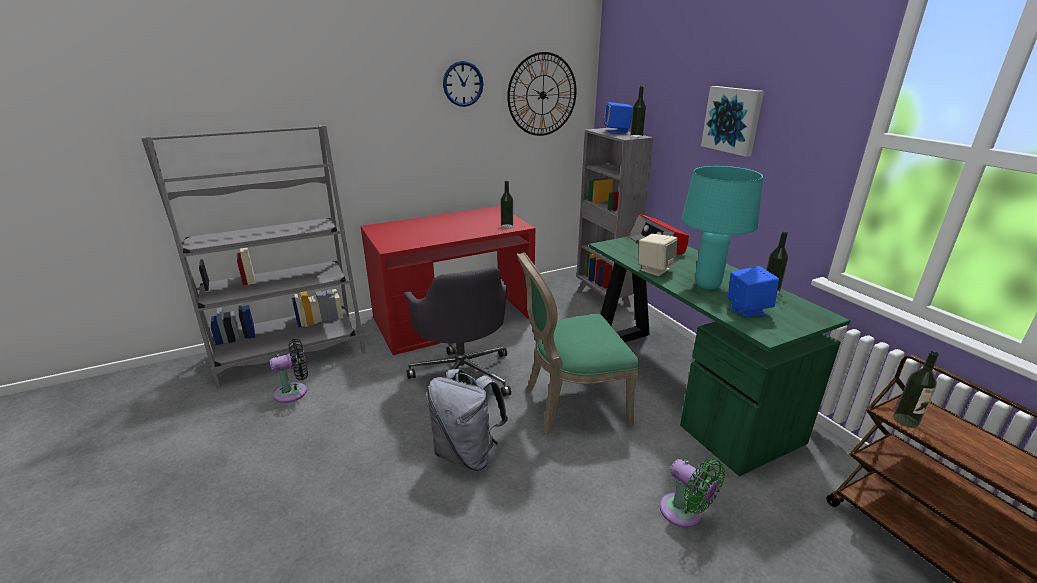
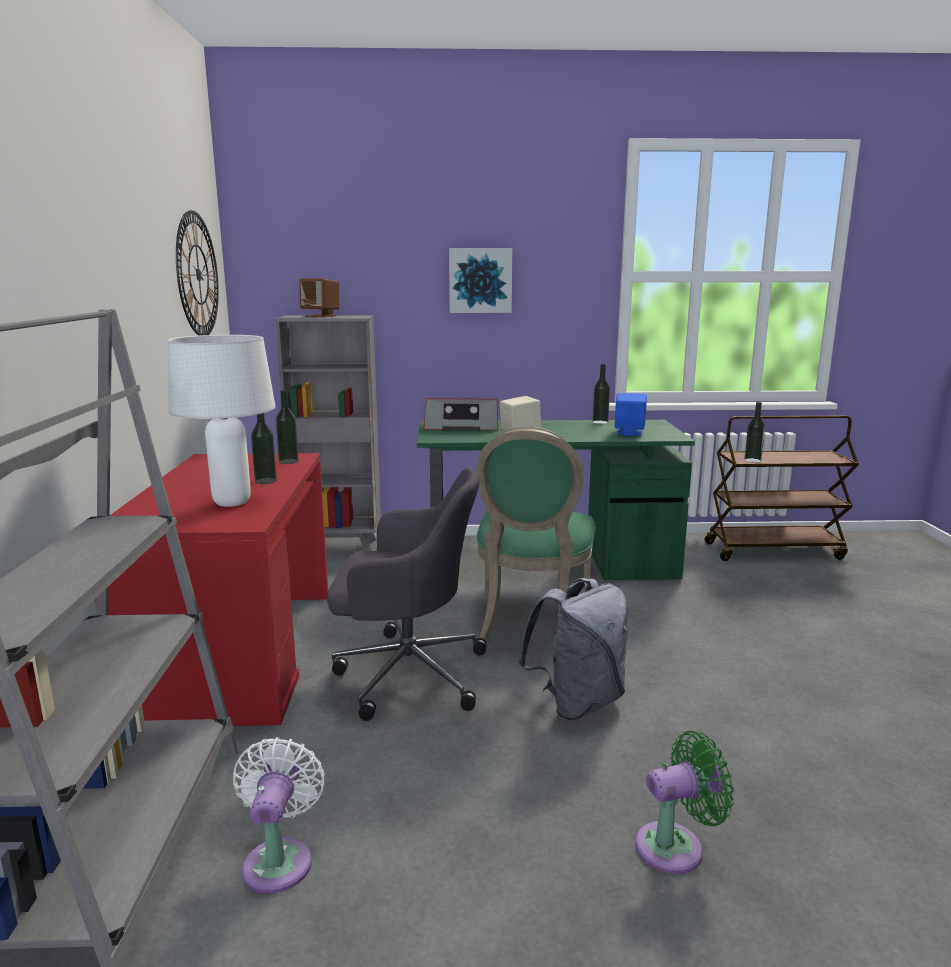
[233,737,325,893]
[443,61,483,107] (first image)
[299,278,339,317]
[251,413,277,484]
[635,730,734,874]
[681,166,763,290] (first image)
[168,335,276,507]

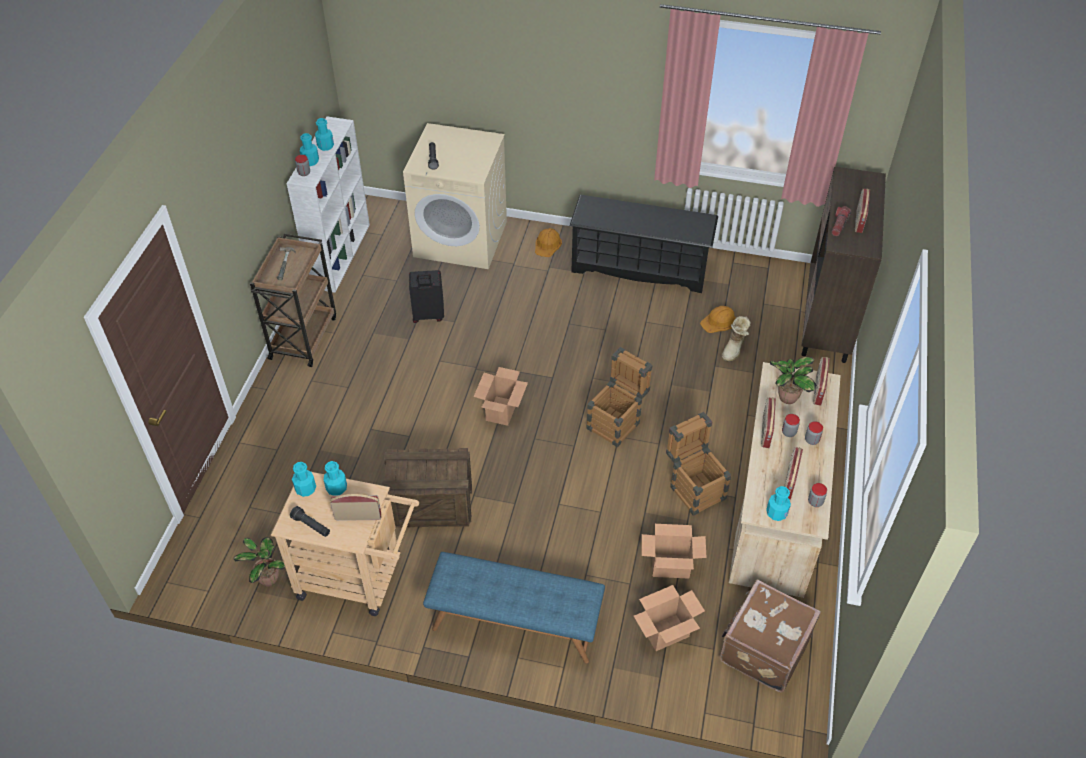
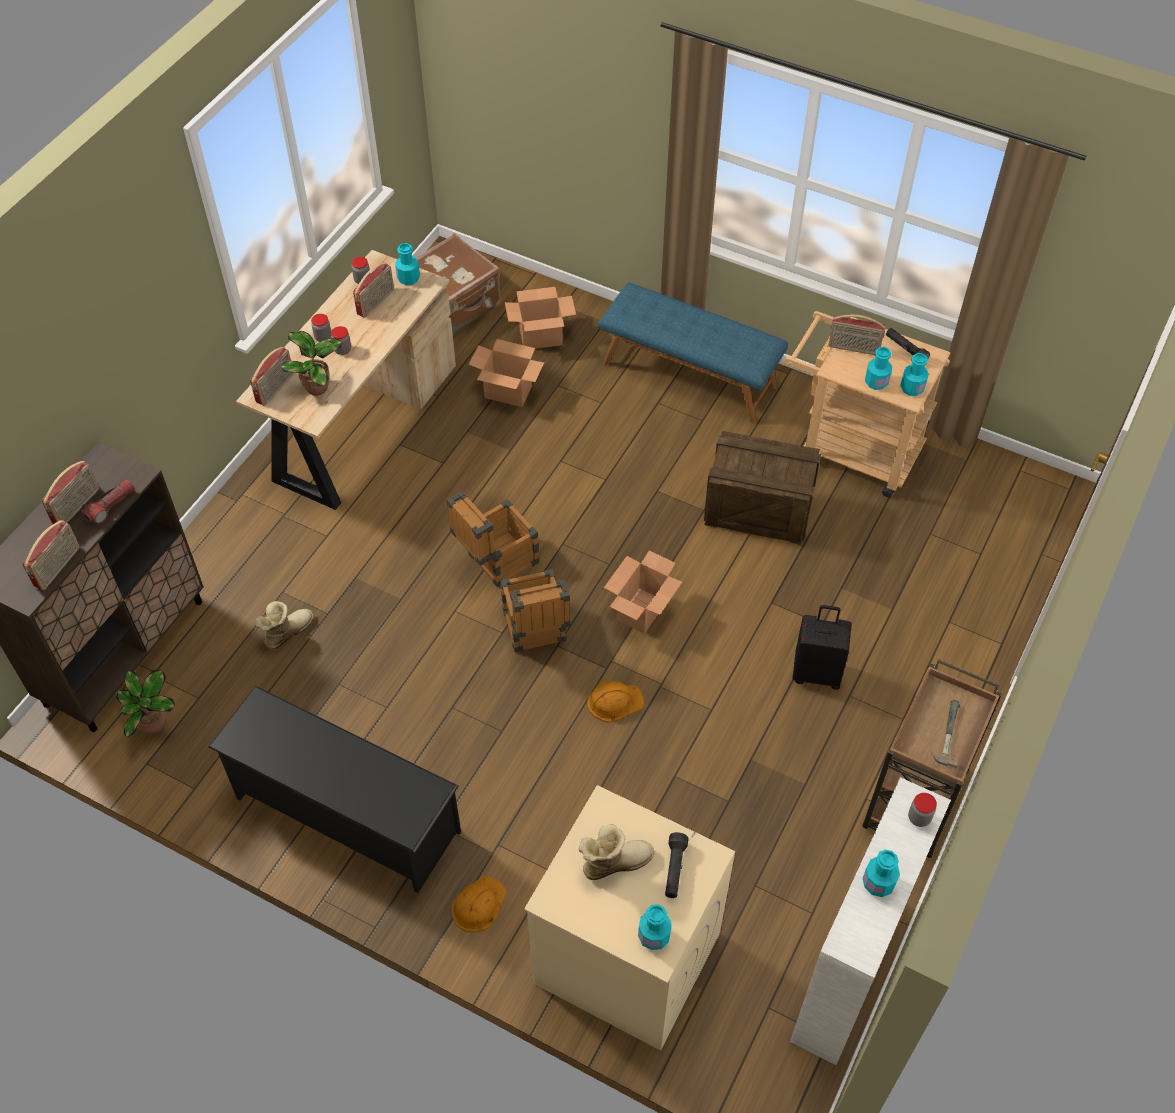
[116,670,175,737]
[638,904,672,950]
[792,605,851,690]
[500,569,570,653]
[587,681,644,723]
[23,520,80,590]
[579,825,654,880]

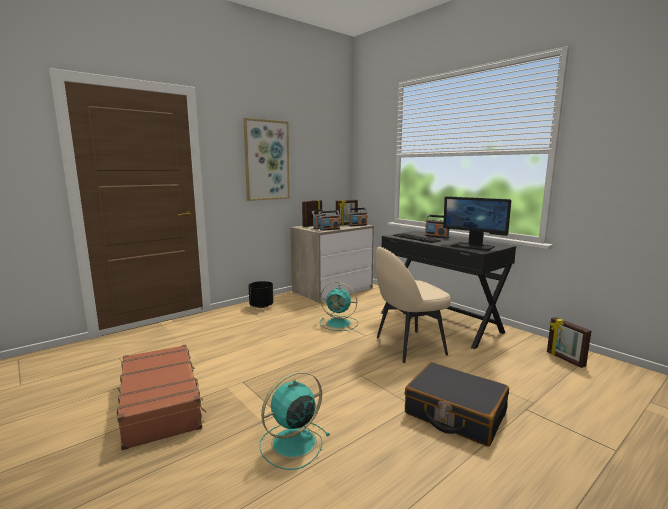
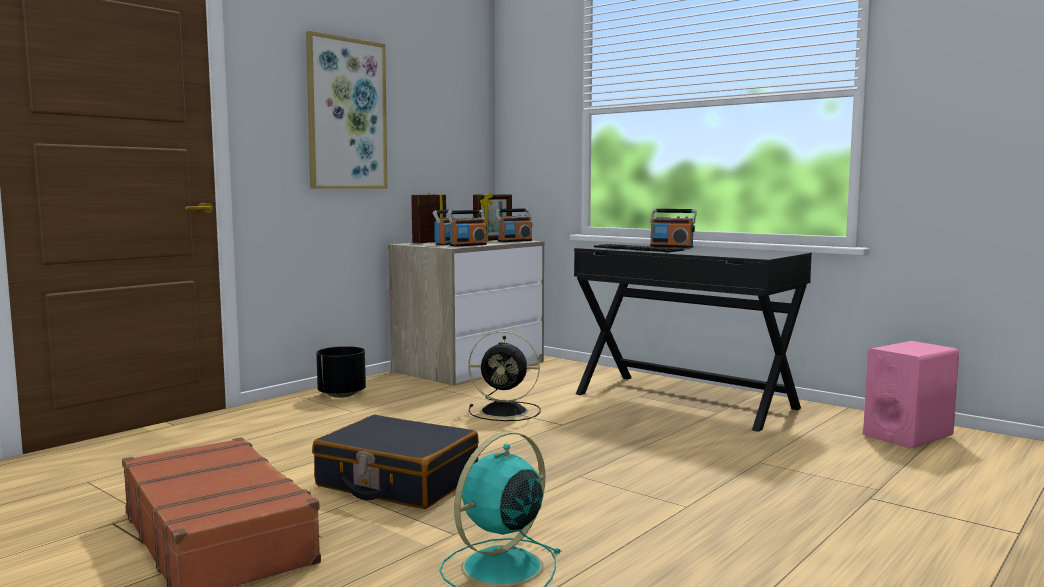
[468,331,541,421]
[375,247,451,363] (first image)
[312,415,479,509]
[443,196,511,251] (first image)
[863,341,959,449]

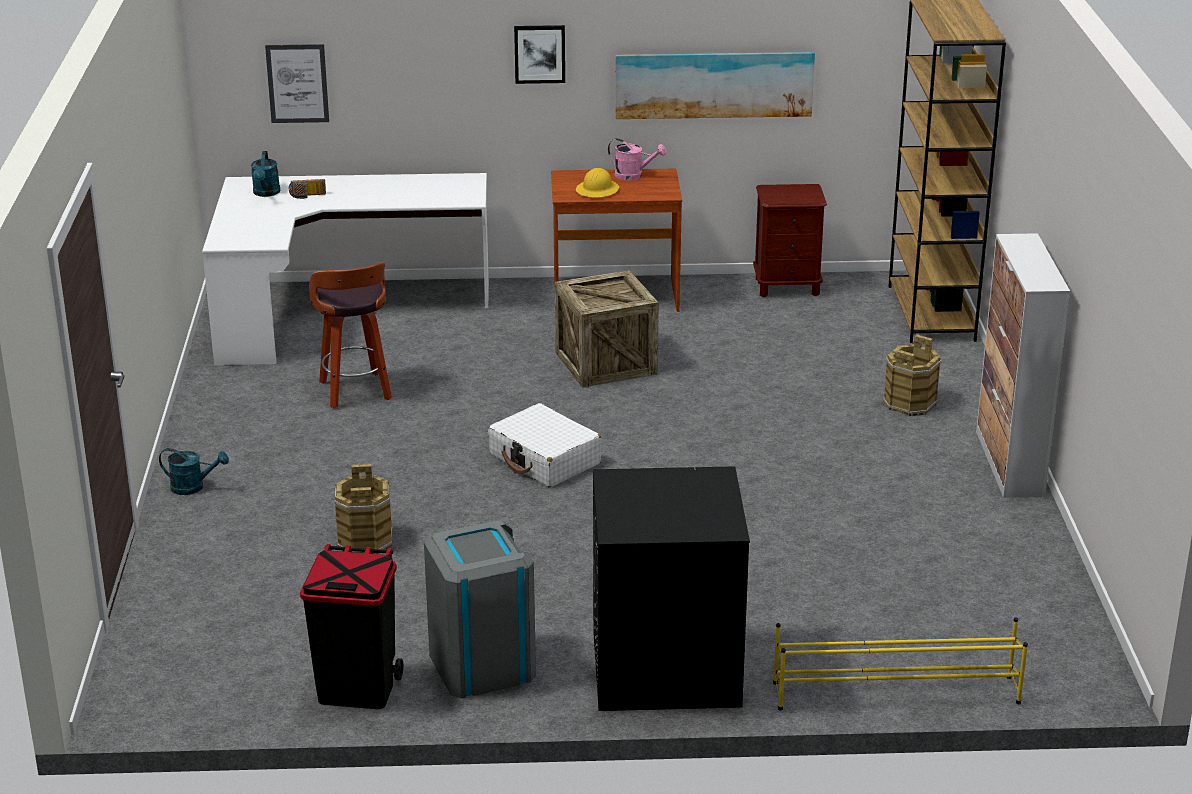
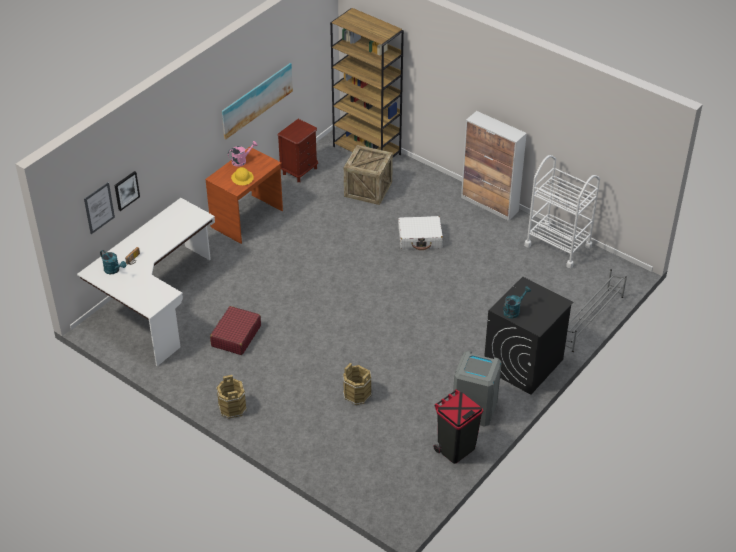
[503,286,531,318]
[210,306,261,355]
[398,216,443,250]
[115,171,140,211]
[344,145,393,205]
[565,269,627,352]
[216,375,247,419]
[524,155,600,268]

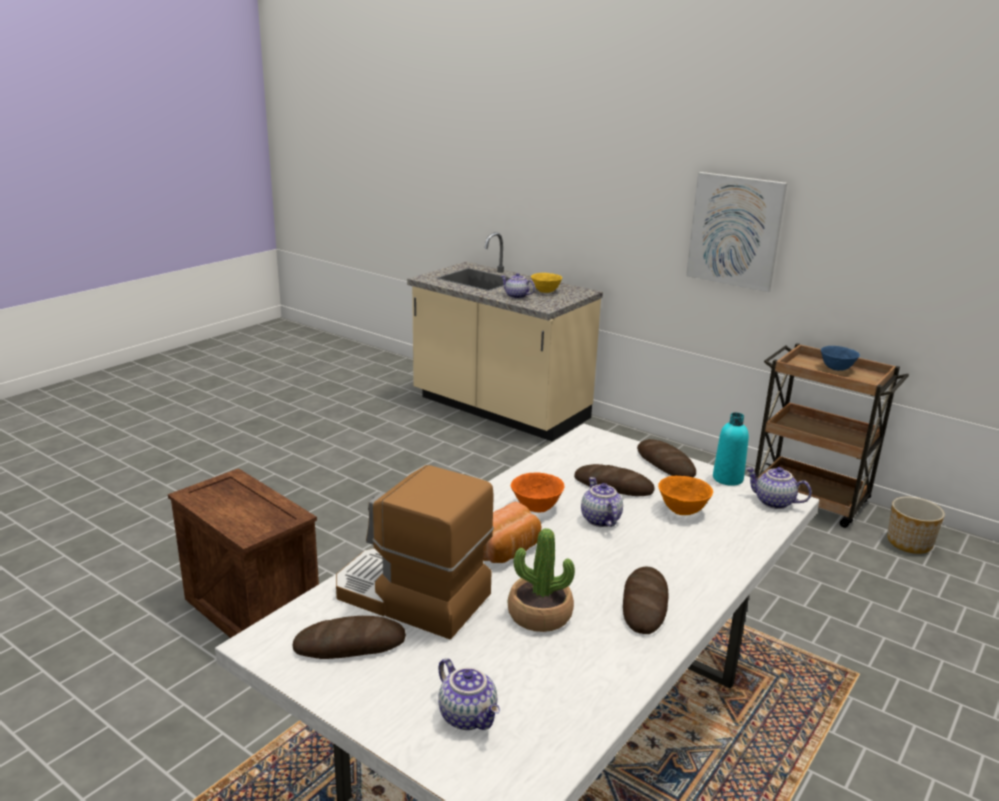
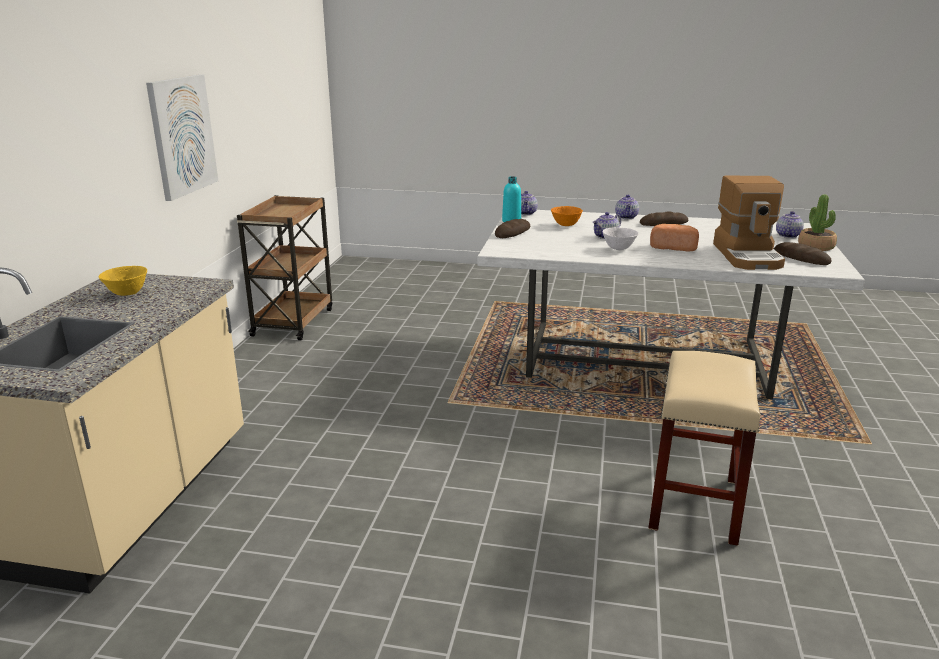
[648,351,760,546]
[615,195,639,219]
[798,194,837,251]
[602,227,639,250]
[574,464,655,496] (first image)
[821,346,860,371] (first image)
[887,497,945,554] (first image)

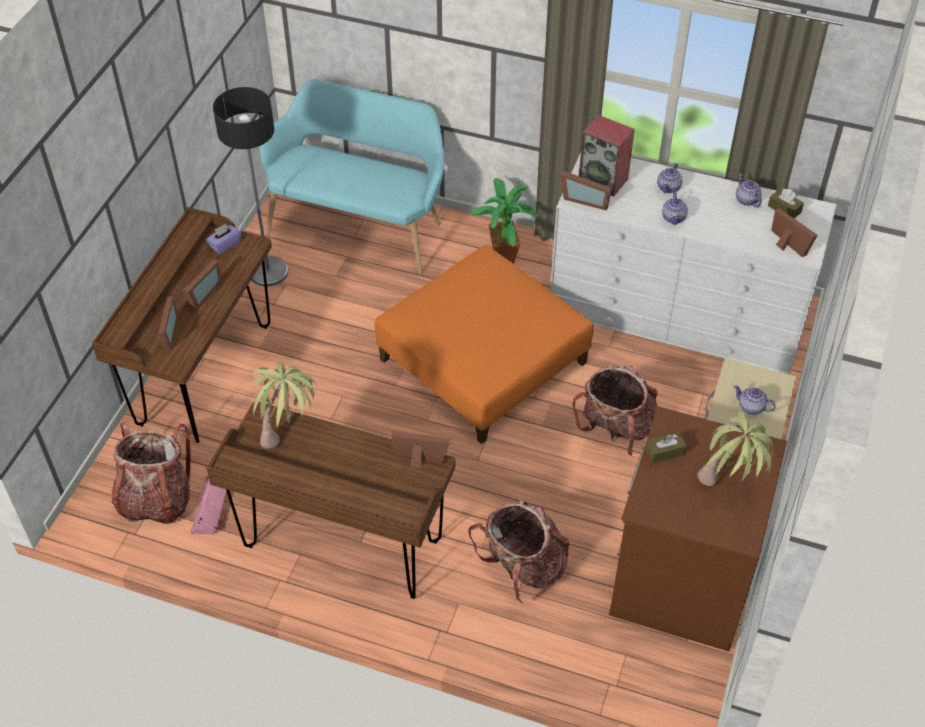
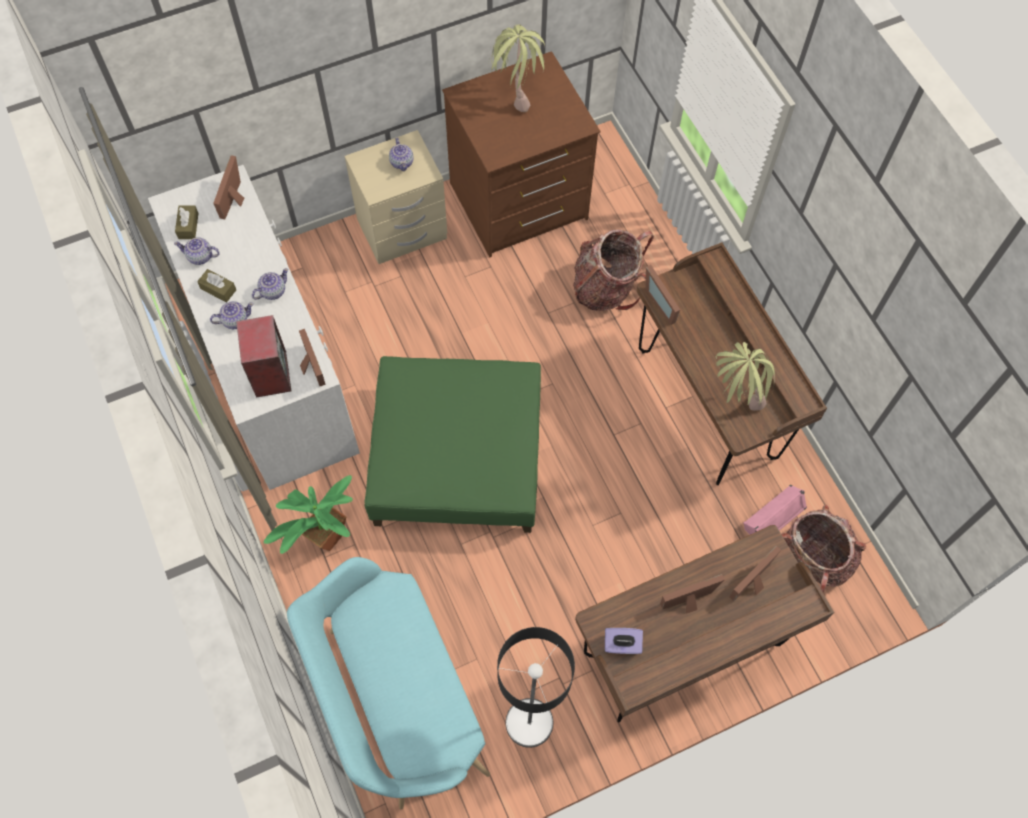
[364,356,541,533]
[572,364,658,456] (first image)
[197,269,236,302]
[174,238,220,265]

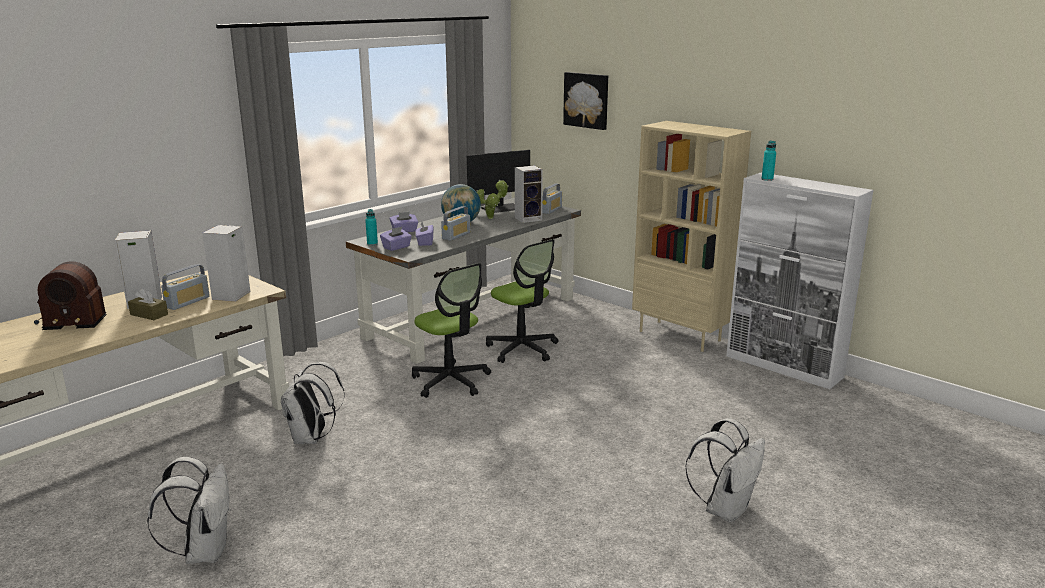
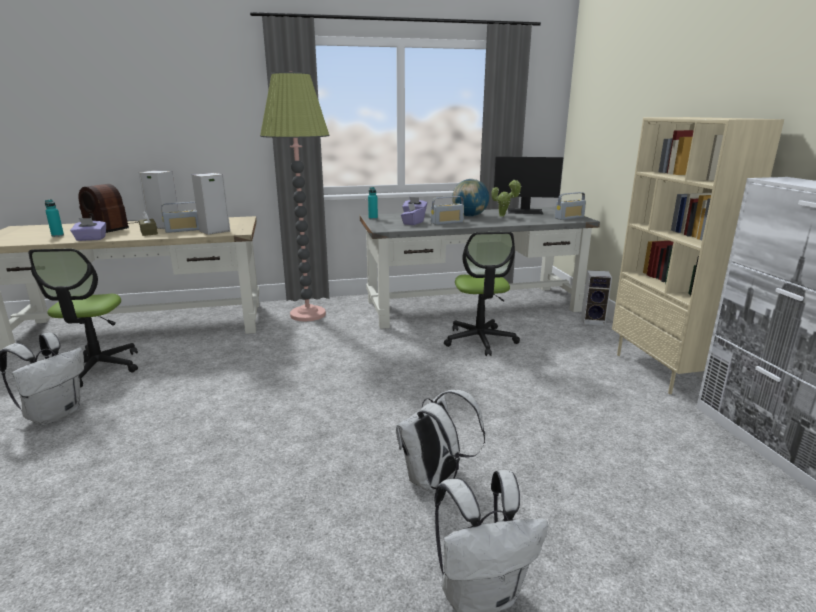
[396,390,485,492]
[70,218,106,241]
[28,249,138,388]
[581,270,612,326]
[563,72,608,130] (first image)
[45,199,64,237]
[260,72,329,322]

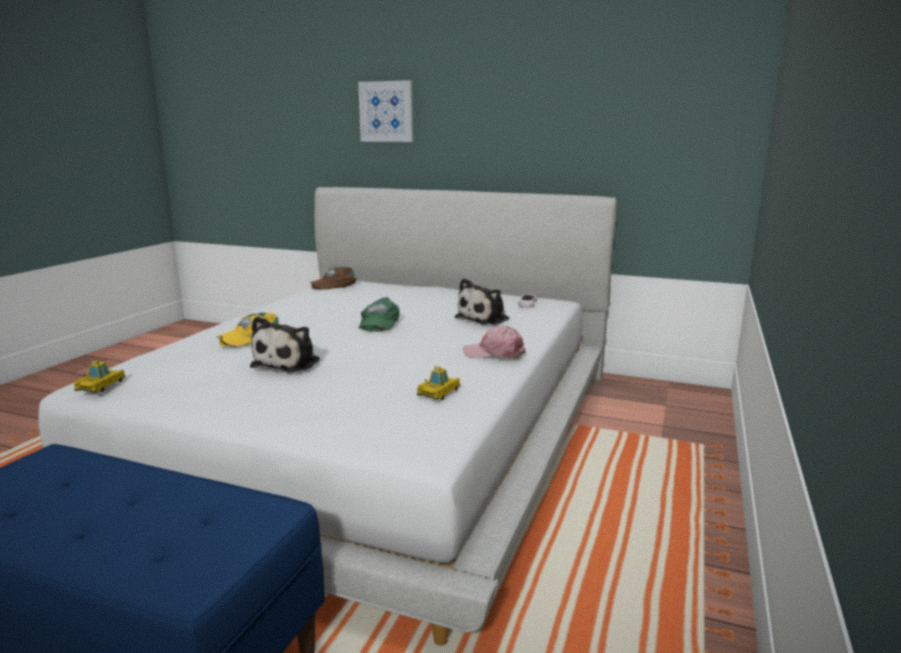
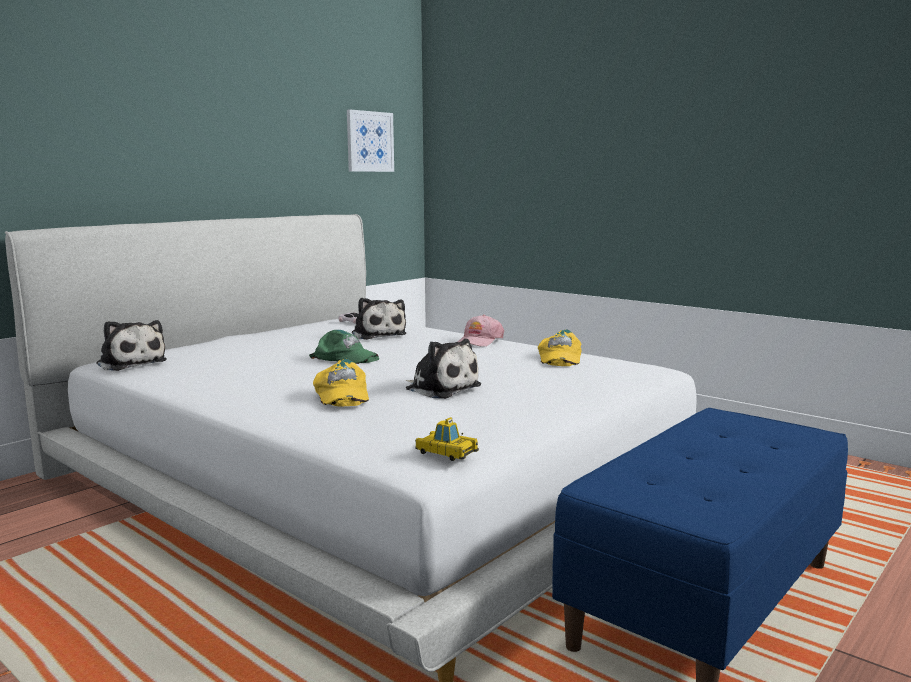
[97,320,167,371]
[347,109,394,172]
[538,329,581,366]

